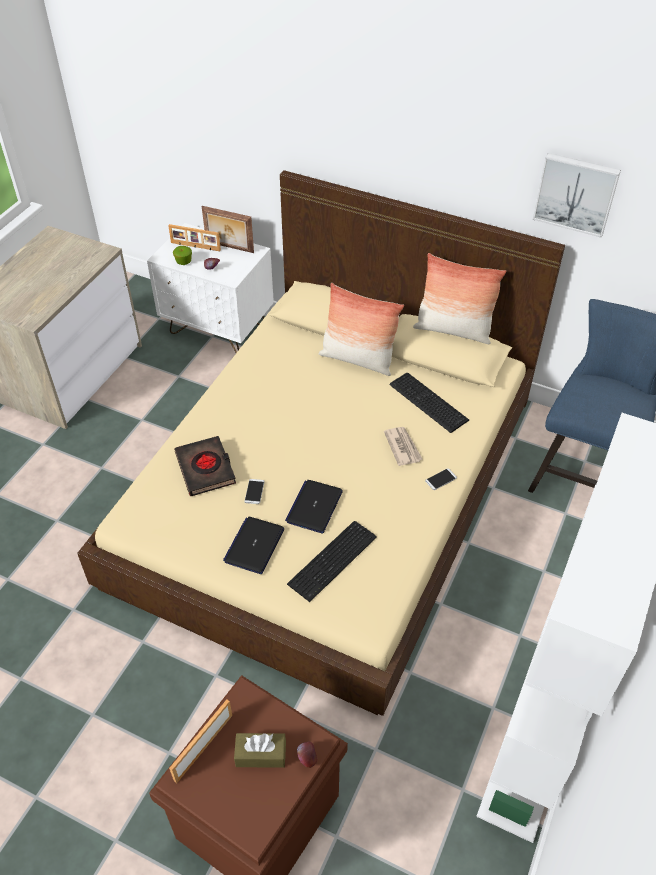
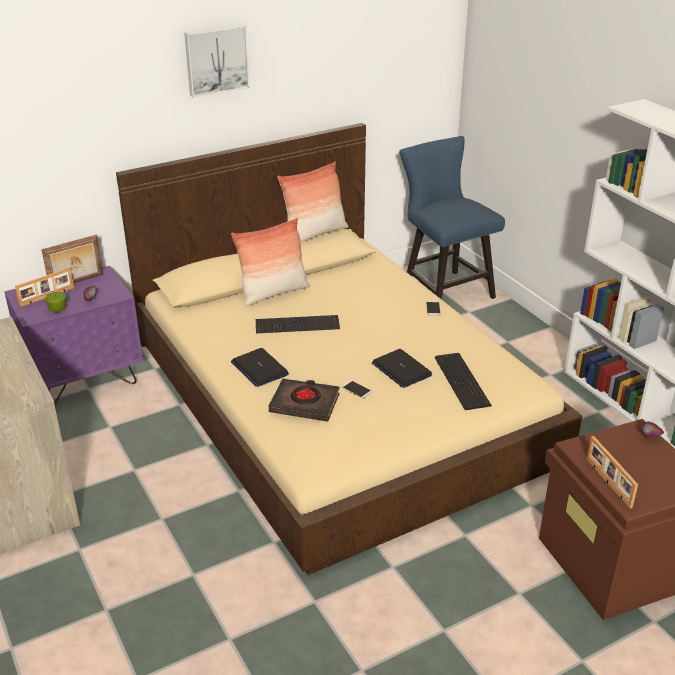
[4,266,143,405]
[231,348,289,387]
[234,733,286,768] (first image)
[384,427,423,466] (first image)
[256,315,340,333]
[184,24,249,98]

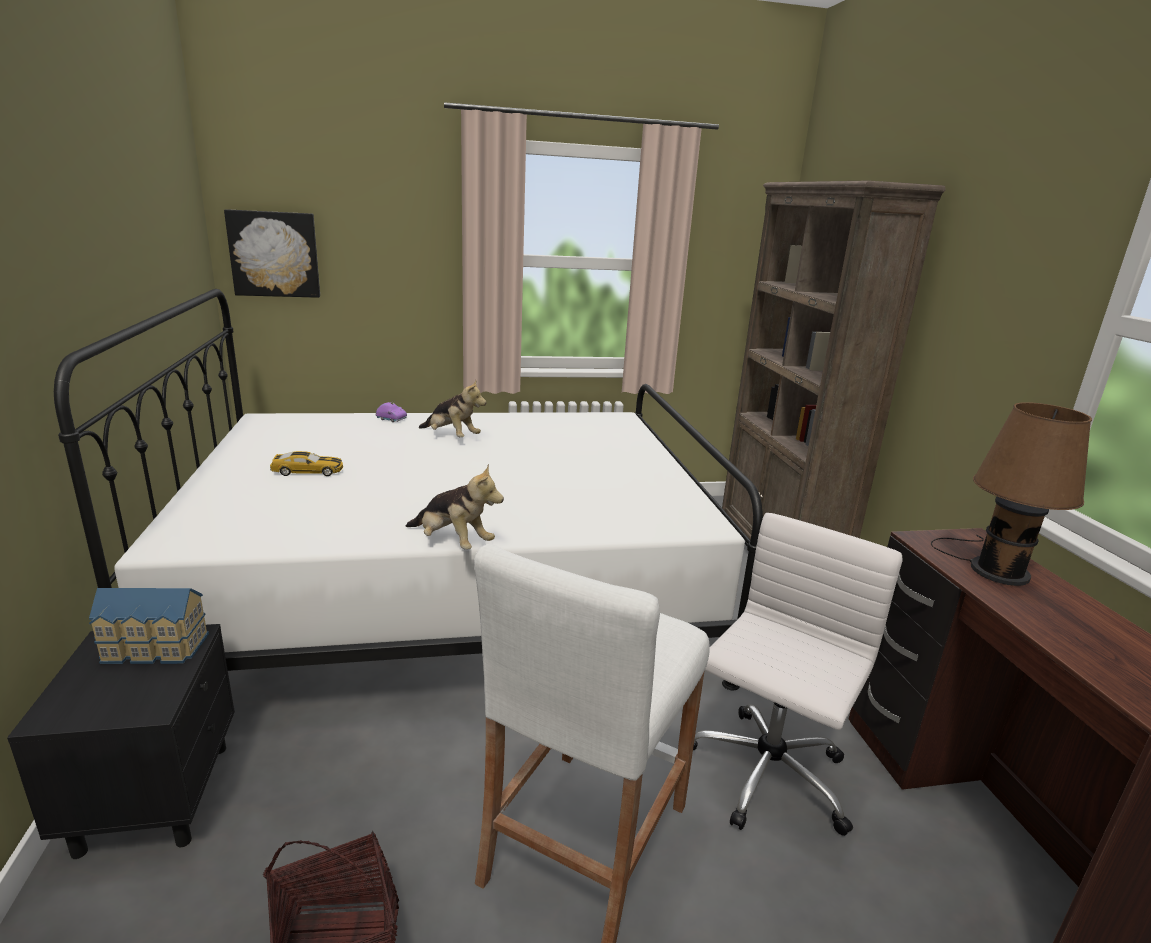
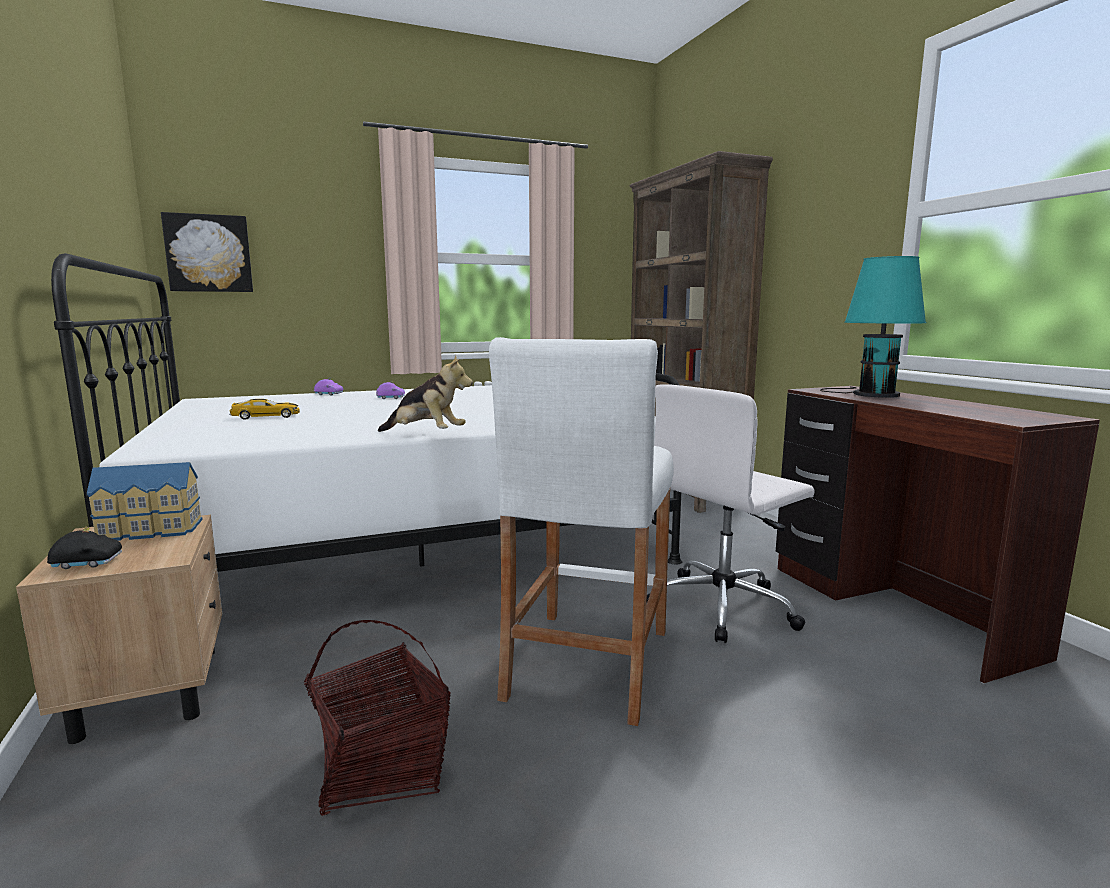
[16,515,222,744]
[376,380,405,399]
[646,384,815,643]
[820,256,927,398]
[47,526,122,569]

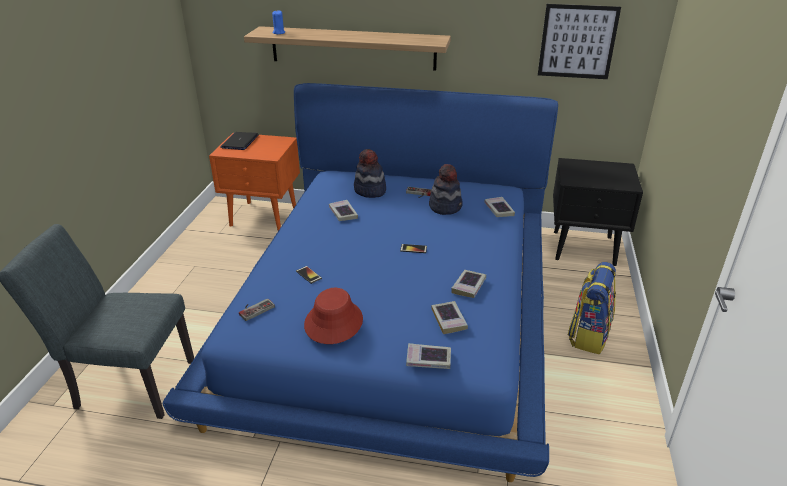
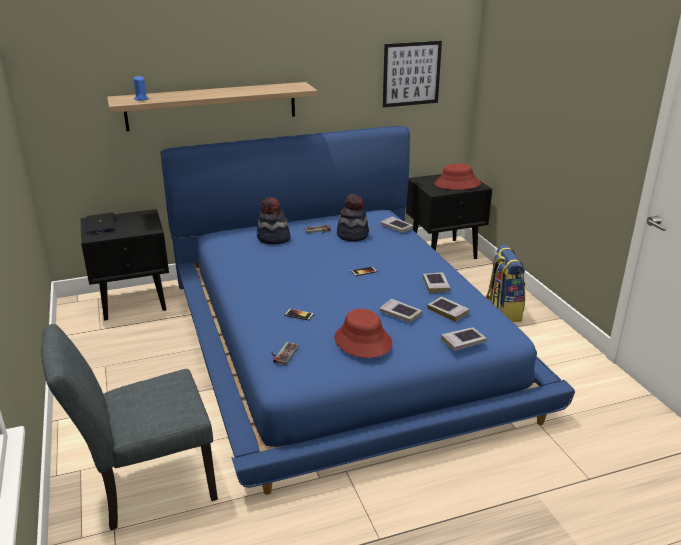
[81,209,169,321]
[379,299,422,323]
[434,164,481,190]

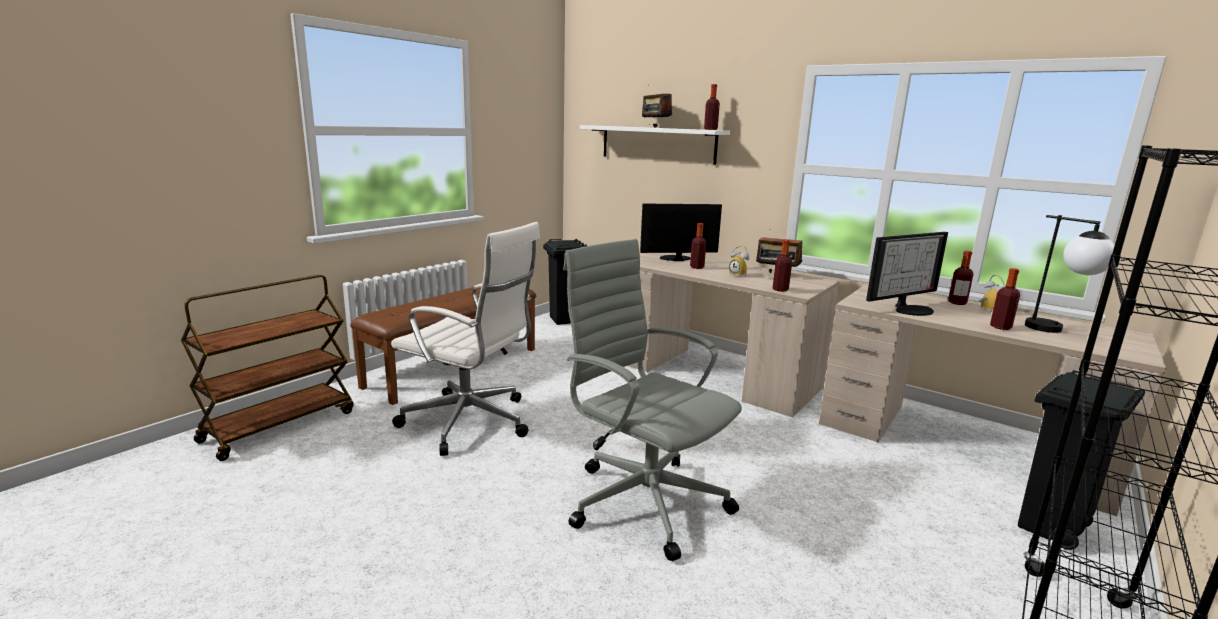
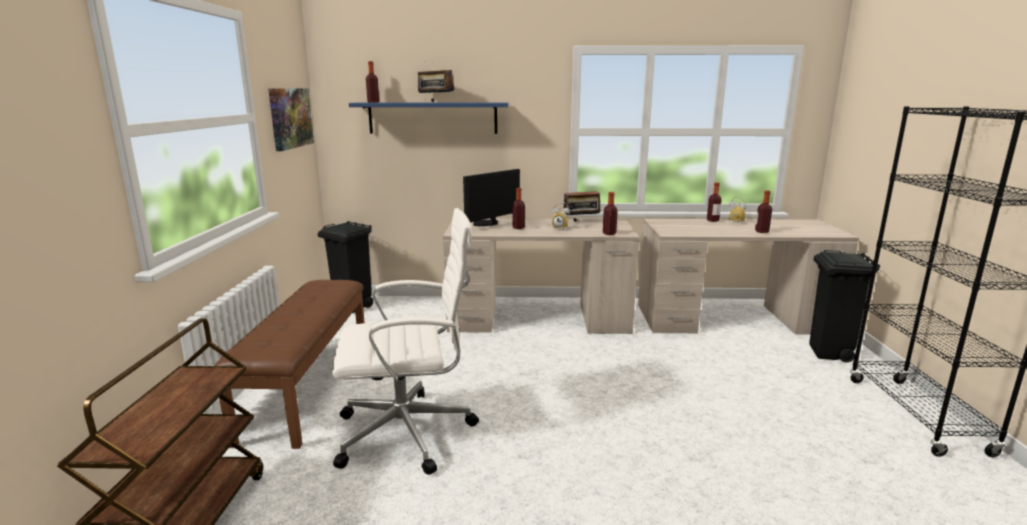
[563,239,742,561] (first image)
[349,102,508,134]
[366,61,379,102]
[866,232,948,316] (first image)
[1025,215,1115,333] (first image)
[268,88,314,151]

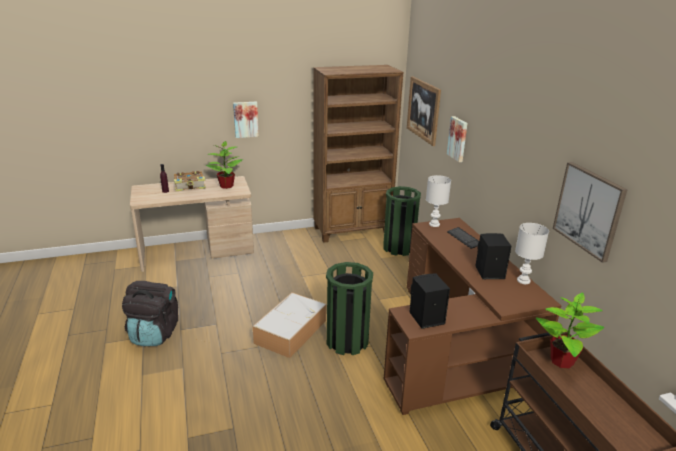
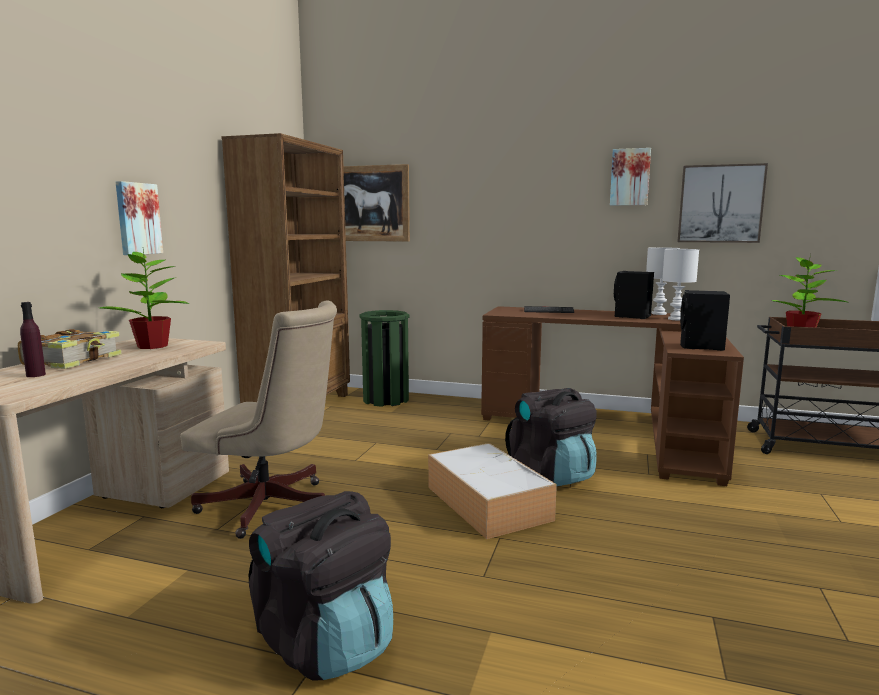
[505,388,597,486]
[662,249,699,321]
[610,148,651,205]
[180,300,337,539]

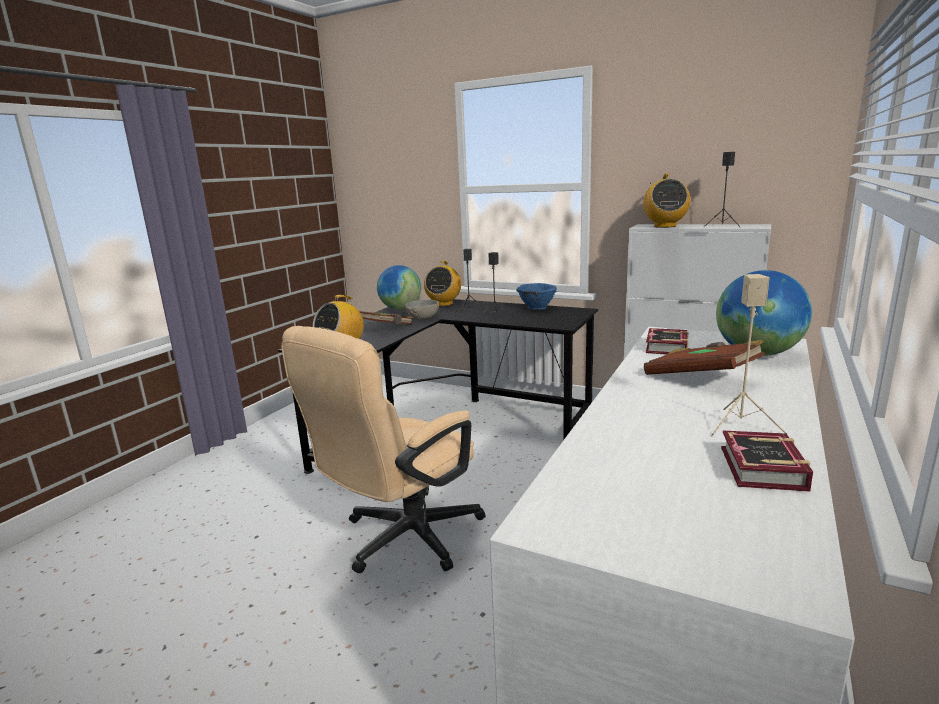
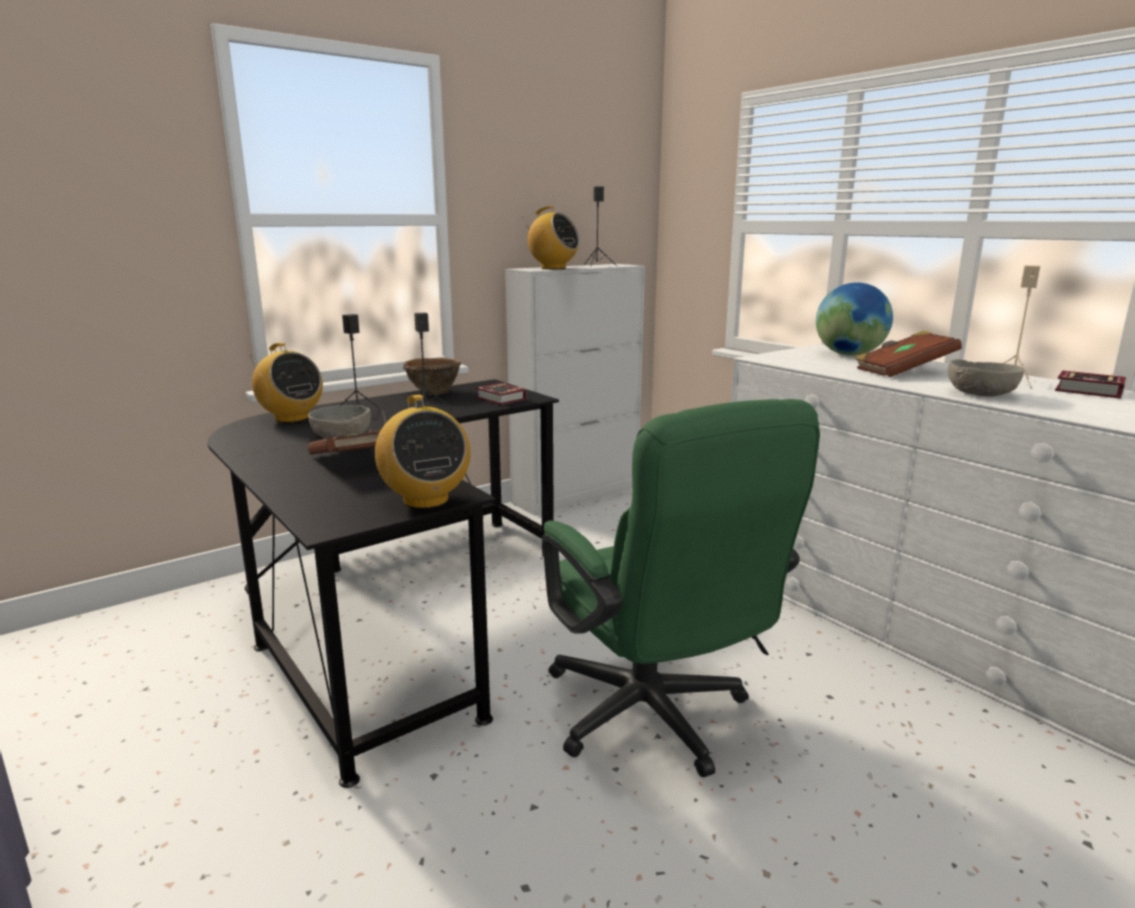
[542,399,820,777]
[377,265,421,310] (first image)
[403,358,461,395]
[475,383,526,405]
[948,359,1024,397]

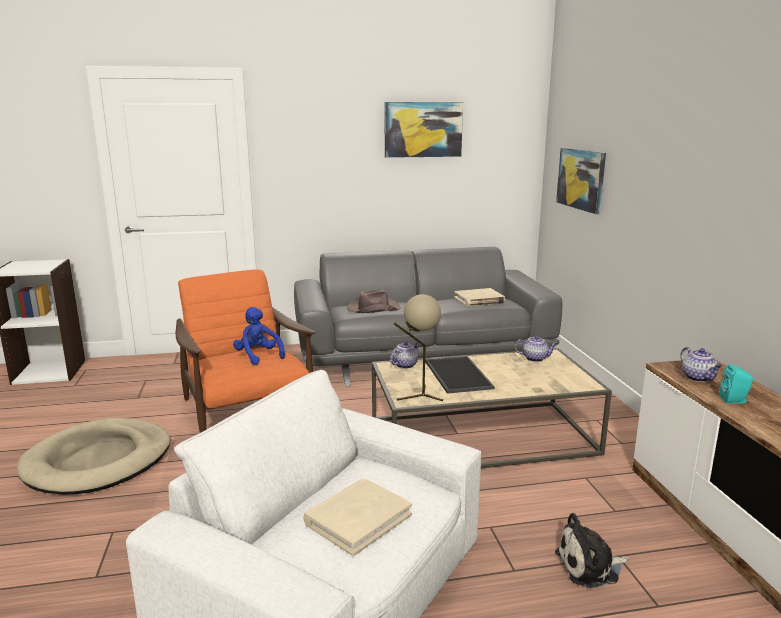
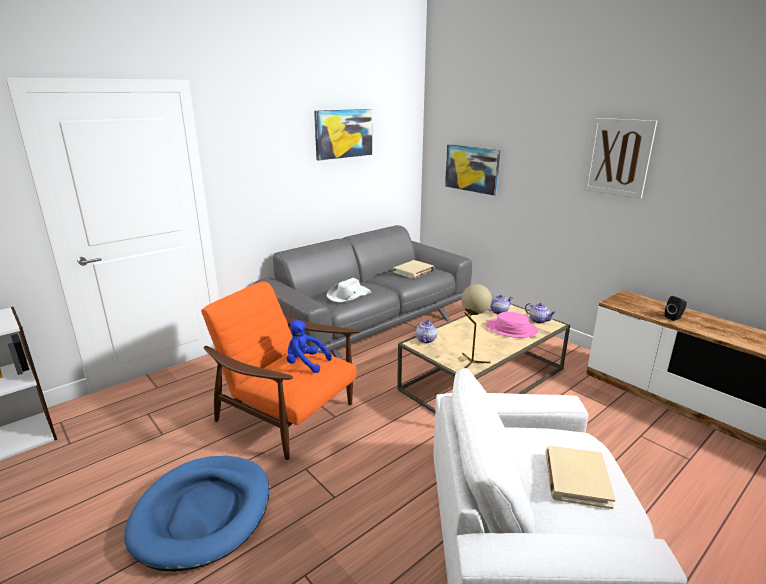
[124,456,269,572]
[327,278,371,302]
[425,356,494,394] (first image)
[555,513,629,588] (first image)
[525,303,556,323]
[665,296,687,321]
[486,312,538,338]
[583,118,657,199]

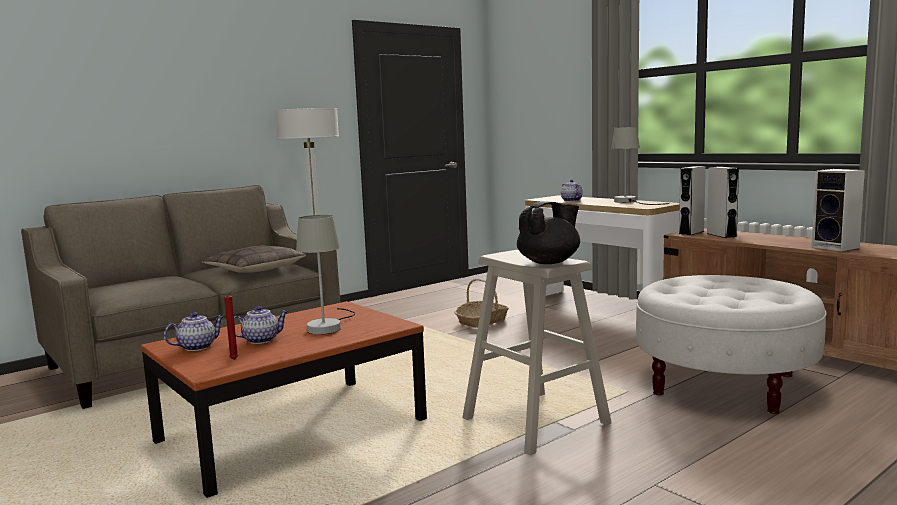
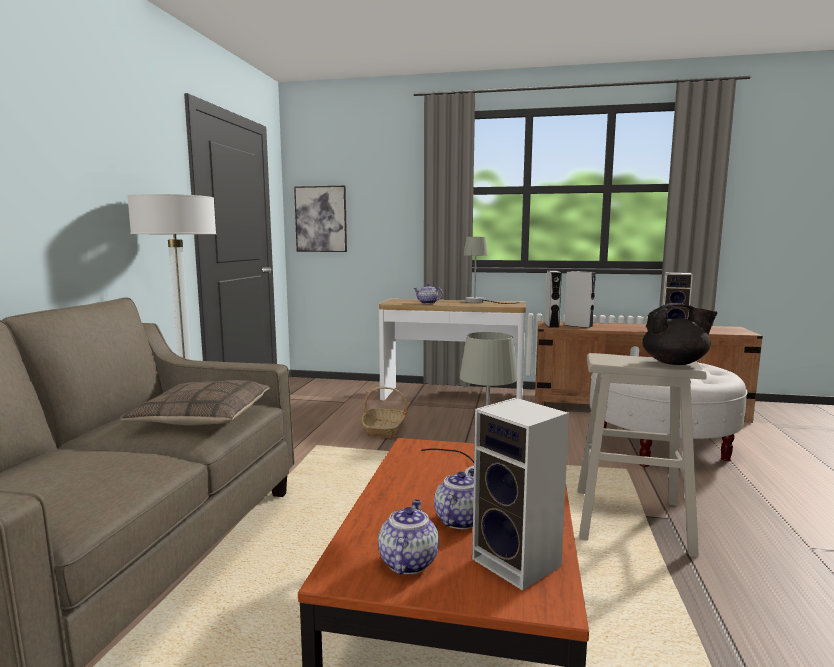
[472,398,569,591]
[642,303,717,365]
[294,186,347,252]

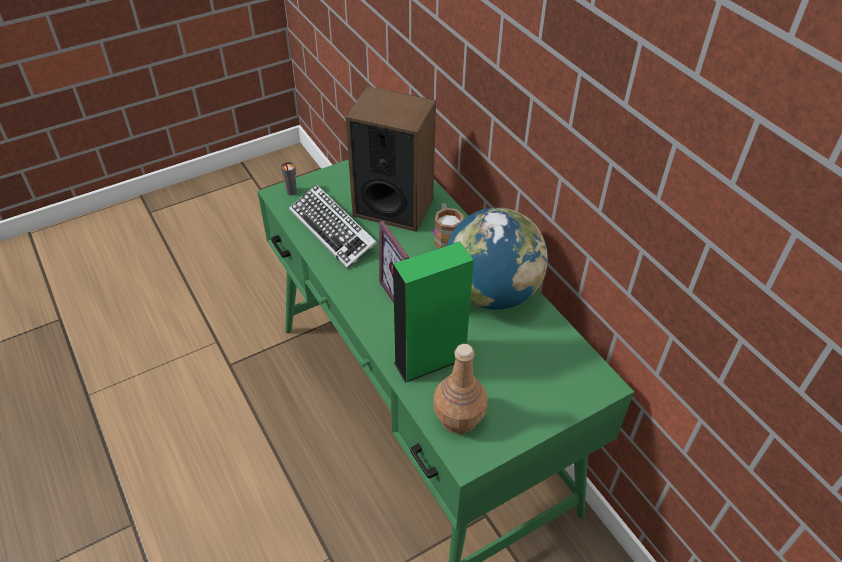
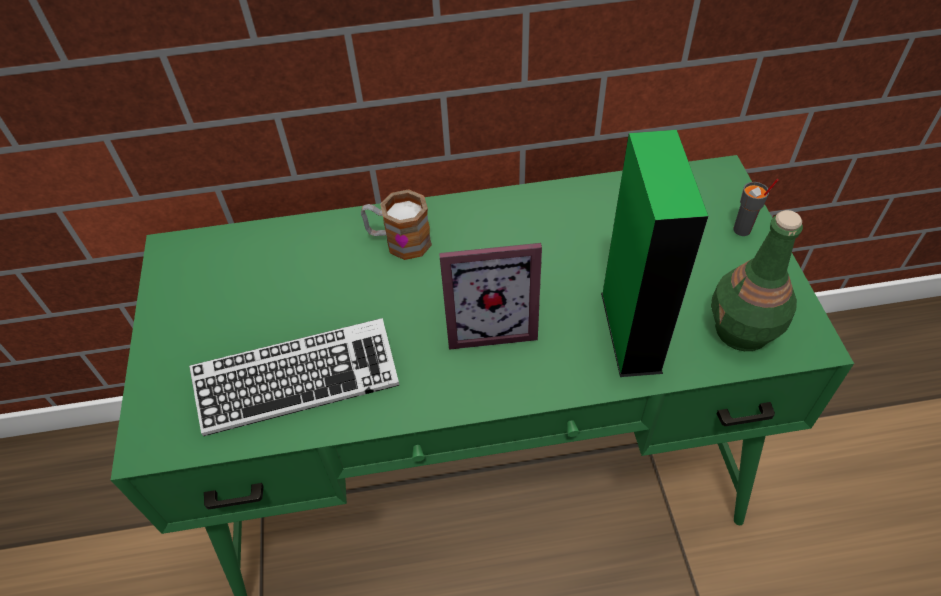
[733,179,778,236]
[345,86,436,232] (first image)
[711,210,803,351]
[447,207,548,310] (first image)

